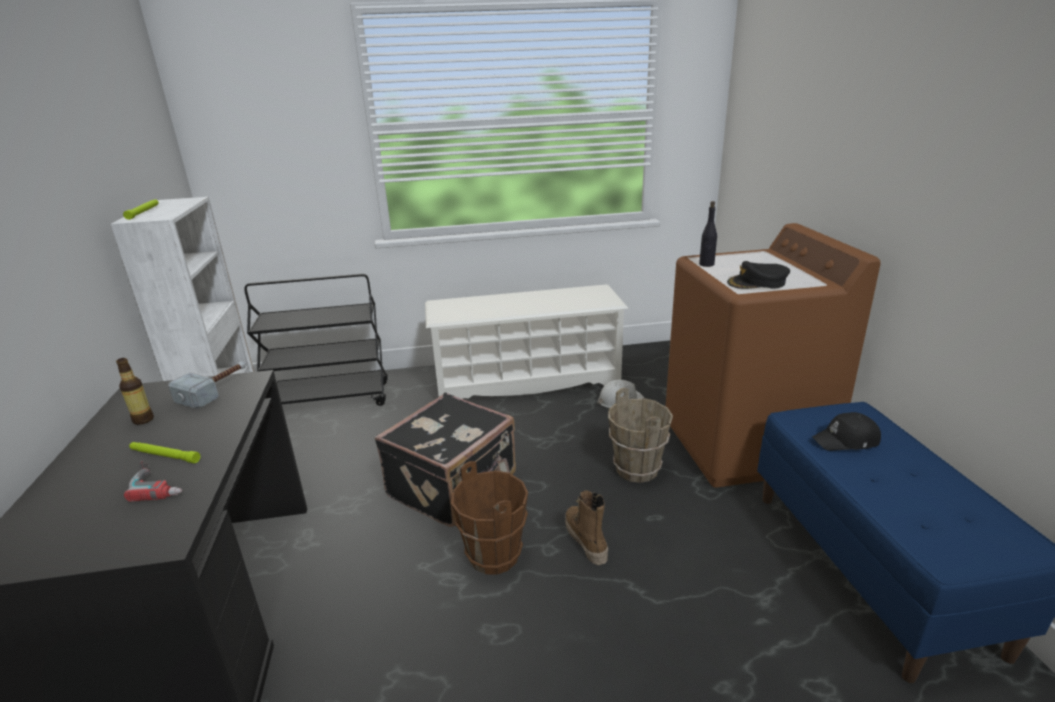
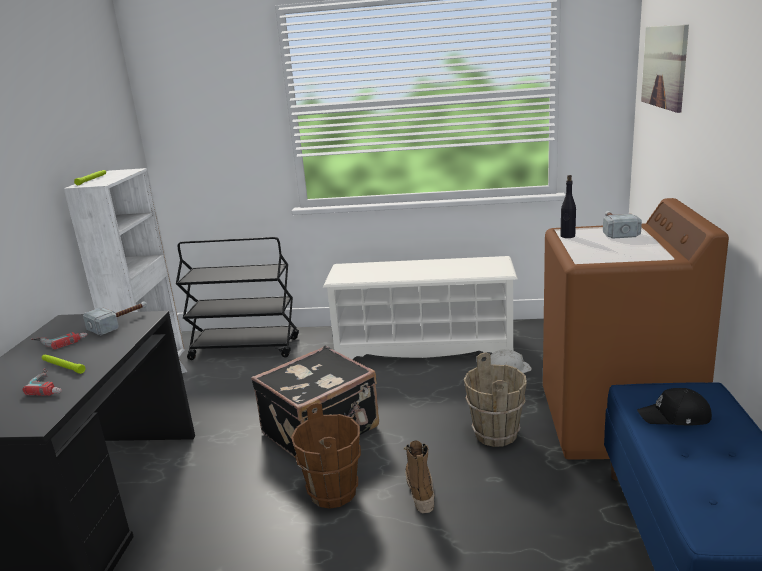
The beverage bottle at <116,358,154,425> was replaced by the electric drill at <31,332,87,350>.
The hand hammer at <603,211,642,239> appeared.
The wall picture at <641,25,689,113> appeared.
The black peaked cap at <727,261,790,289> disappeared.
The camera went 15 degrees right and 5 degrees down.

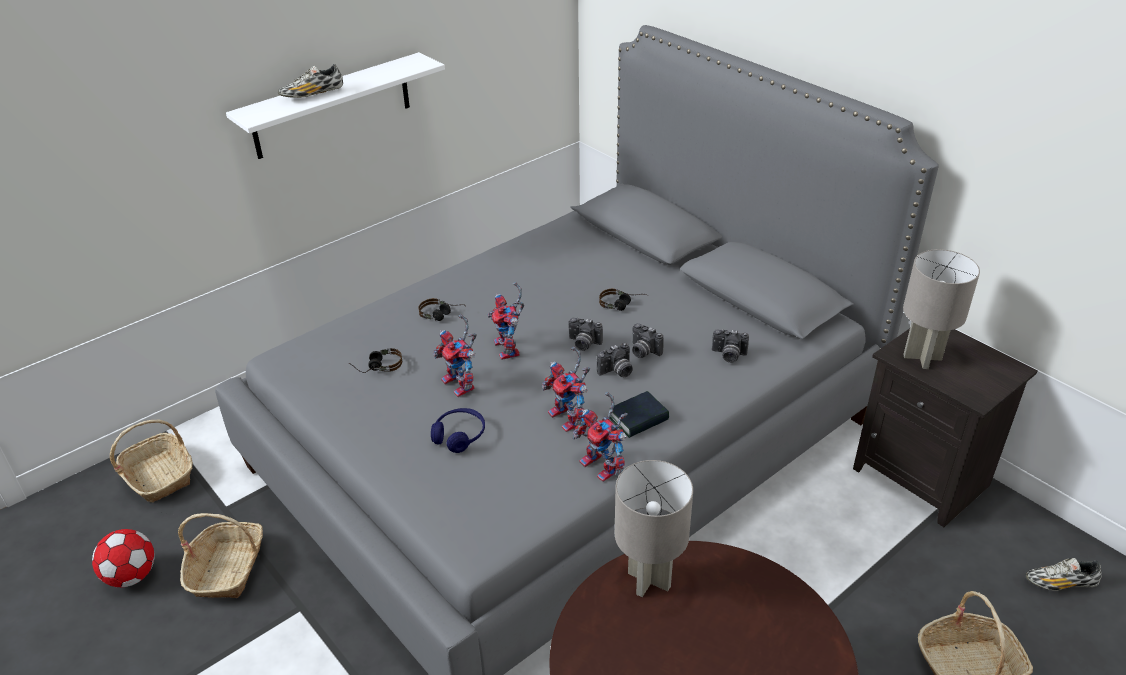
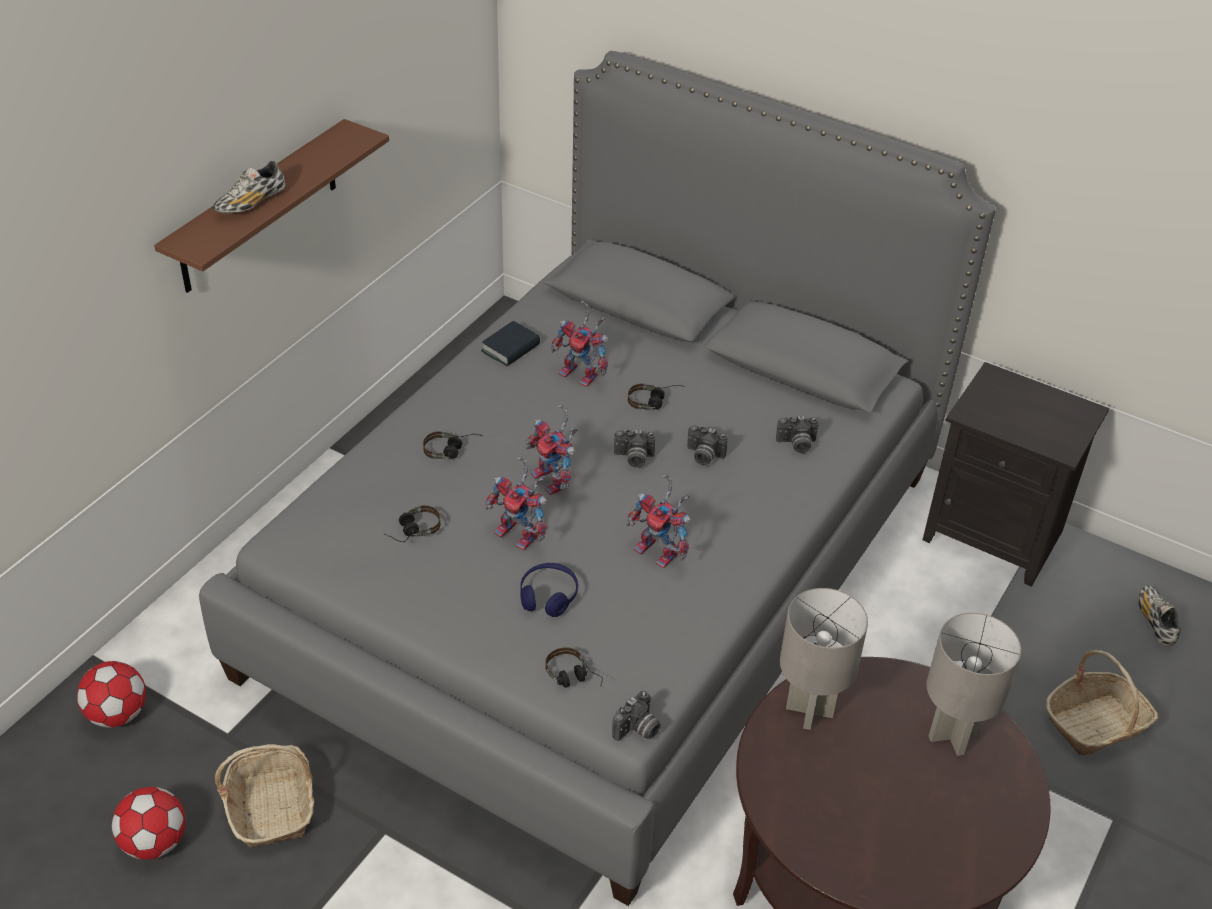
The household basket at <110,419,193,502> was replaced by the football ball at <77,661,146,728>.
The white-coloured wall shelf at <226,52,445,159> became the brown wall shelf at <154,119,389,293>.
The volume moved from <610,391,669,438> to <481,321,540,366>.
The pair of headphones at <546,647,603,688> appeared.
The robot figure moved from <573,392,628,482> to <551,300,608,387>.
The still camera moved from <597,343,633,377> to <612,691,661,741>.
The grey table lamp moved from <903,249,980,369> to <927,613,1021,756>.
The shoe at <1026,558,1102,591> turned 105 degrees clockwise.
The camera went 20 degrees left and 5 degrees up.

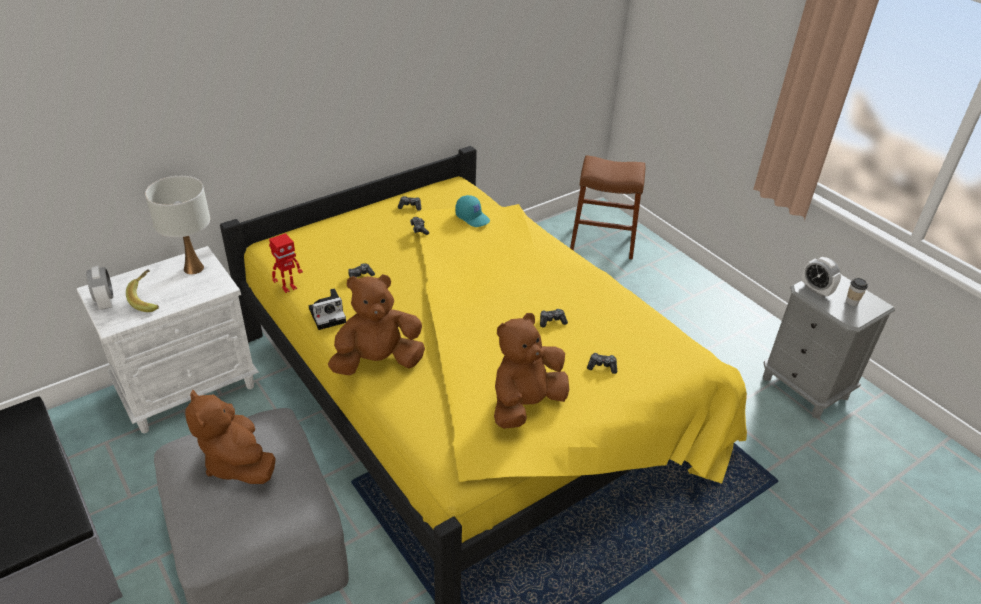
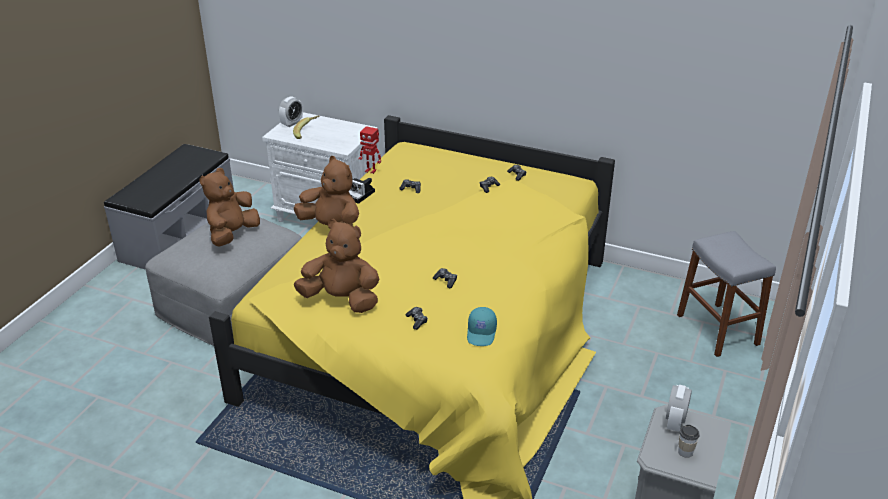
The turquoise peaked cap moved from <455,195,490,227> to <467,307,497,346>.
The brown stool seat at <570,155,645,260> became the grey stool seat at <677,231,776,357>.
The white-coloured table lamp at <145,176,210,274> disappeared.
The camera went 60 degrees right and 5 degrees down.

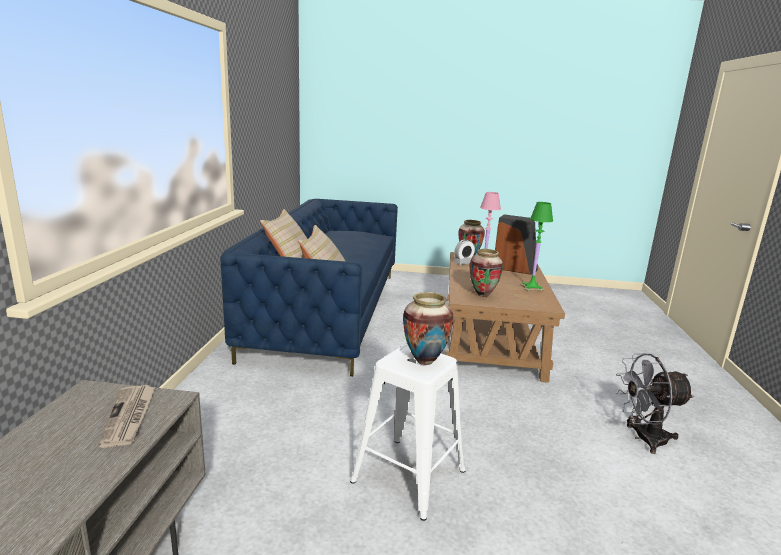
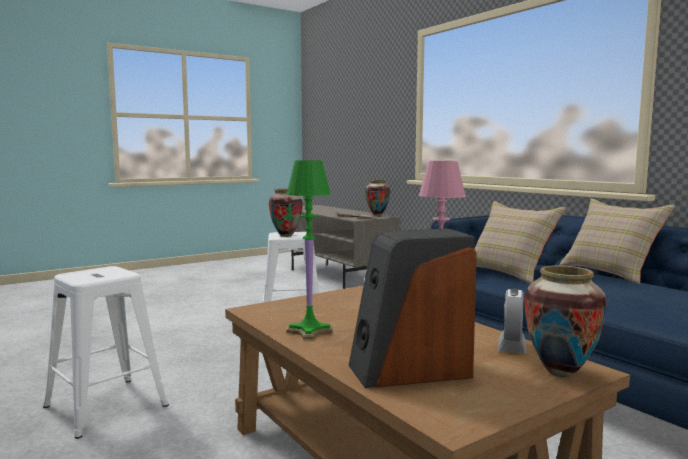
The grey cooling fan at <616,353,695,454> was replaced by the white-coloured stool seat at <43,266,169,439>.
The flower vase moved from <470,249,503,297> to <365,180,391,216>.
The camera went 140 degrees right and 10 degrees down.

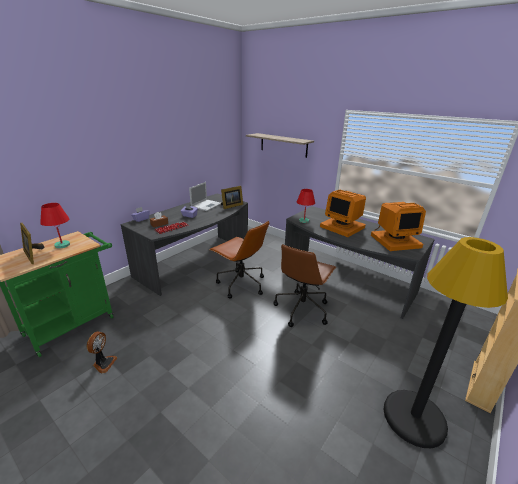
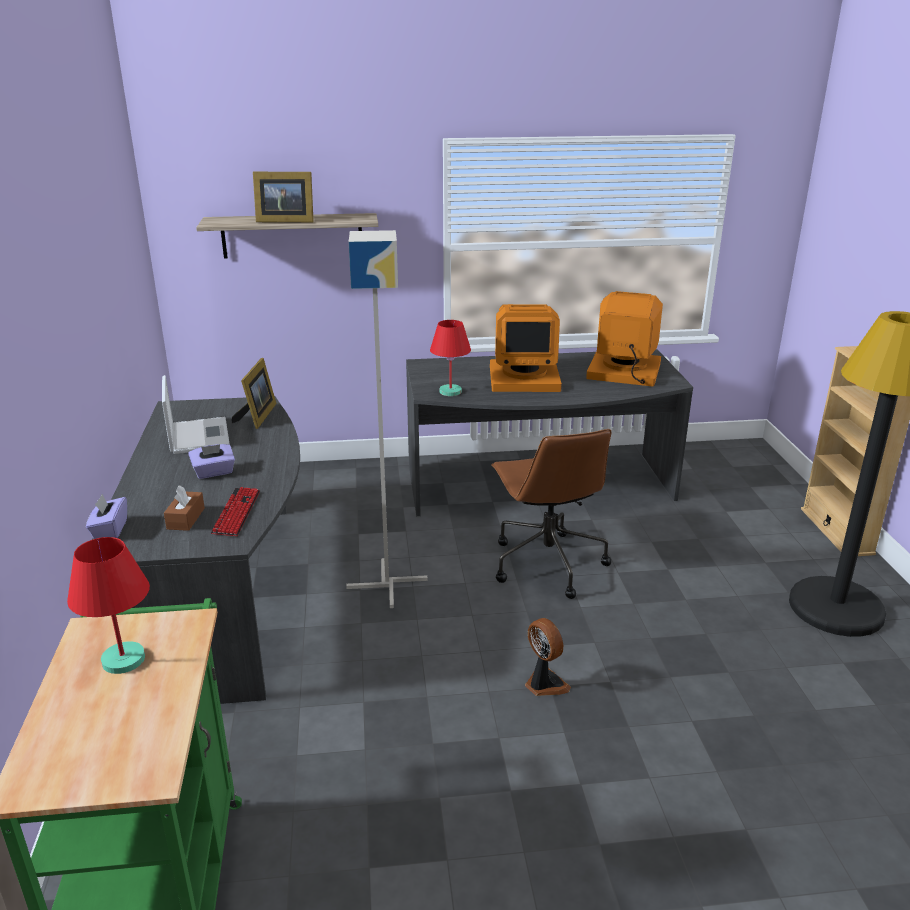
The photo frame moved from <20,223,44,264> to <253,172,314,222>.
The brown office chair at <209,221,269,299> was replaced by the grey standard lamp at <346,230,428,608>.
The cooling fan moved from <87,332,117,374> to <525,618,571,696>.
The computer screen at <371,202,426,251> turned 105 degrees counterclockwise.
The camera went 45 degrees left and 0 degrees up.

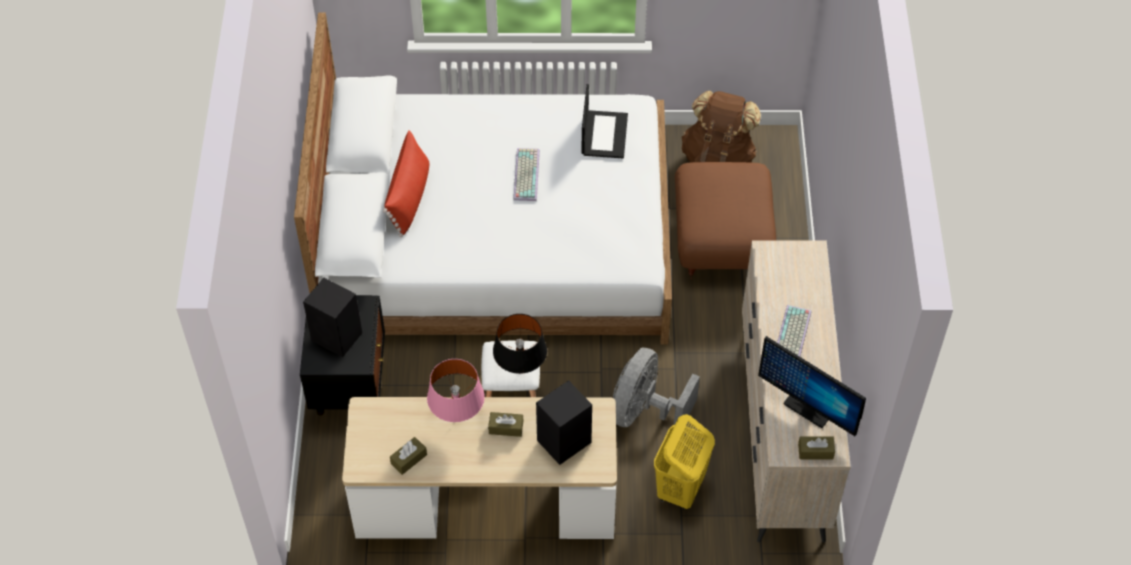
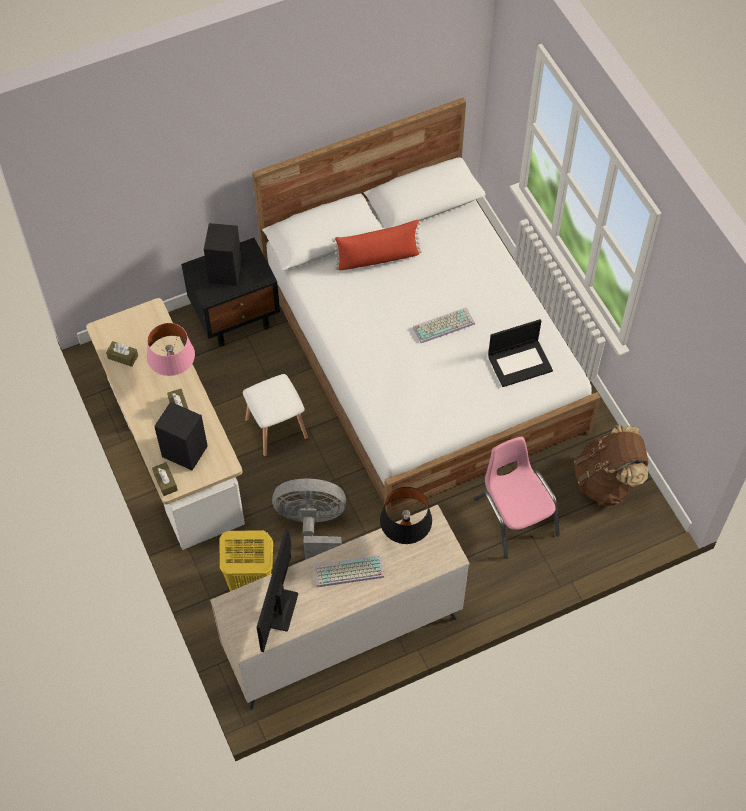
The brown box of tissues moved from <798,436,835,459> to <152,462,178,496>.
The black table lamp moved from <493,314,547,374> to <380,487,432,544>.
The brown ottoman at <675,162,776,280> was replaced by the pink-coloured upright chair at <474,437,560,559>.
The camera went 65 degrees right and 5 degrees up.

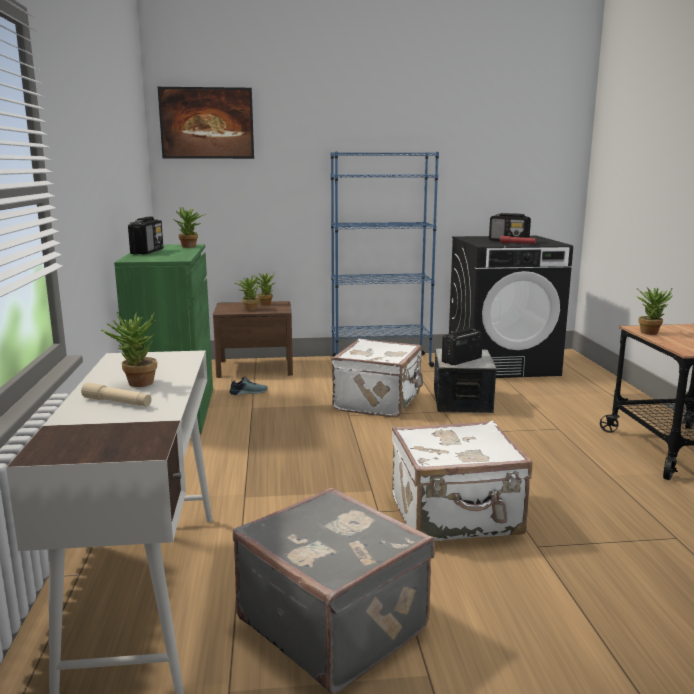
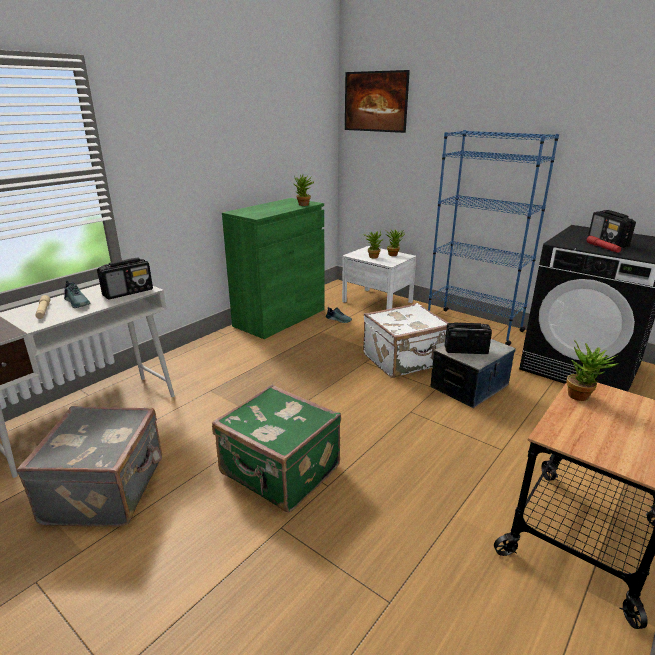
The plant in a pot at <101,311,157,387> was replaced by the shoe at <64,280,90,308>.
The radio set moved from <128,216,163,255> to <97,258,153,299>.
The white-coloured piece of luggage at <392,420,533,541> became the green-coloured piece of luggage at <212,385,341,513>.
The brown night table at <213,301,293,378> became the white-coloured night table at <342,246,416,309>.
The camera went 45 degrees right and 10 degrees up.

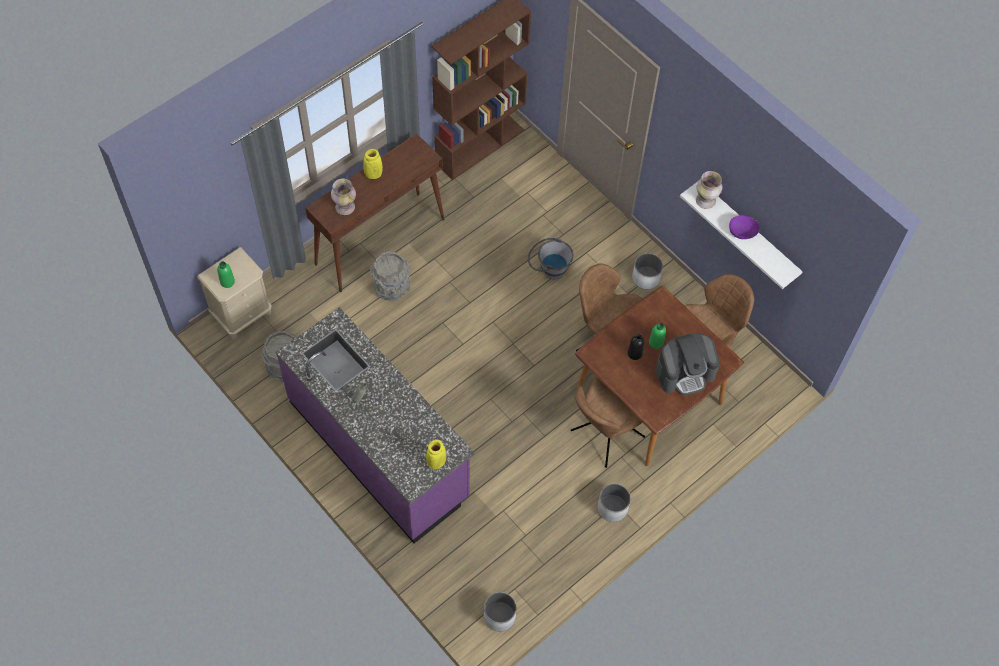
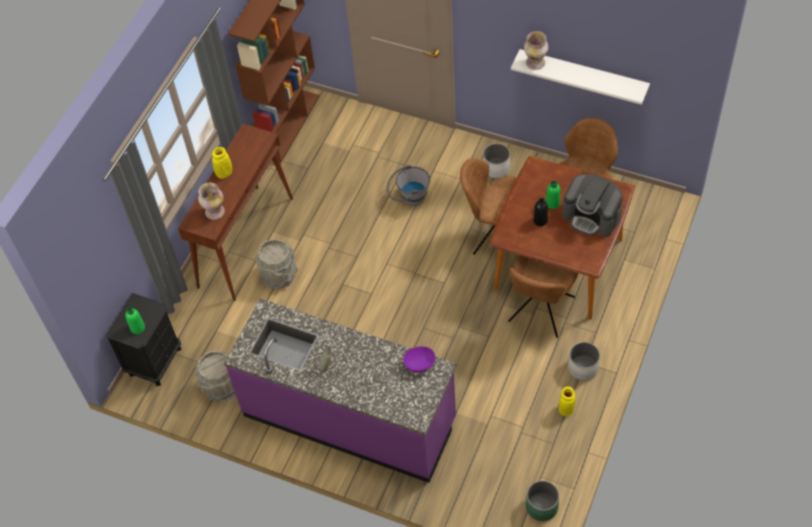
The beige-coloured night table at <197,247,272,339> became the black night table at <106,293,181,386>.
The purplish serving bowl moved from <729,215,760,239> to <404,346,435,373>.
The white-coloured planter at <484,592,516,631> became the green-coloured planter at <526,481,559,521>.
The yellow flower vase moved from <426,440,446,469> to <559,387,575,416>.
The coffee brewer at <655,333,720,395> turned 75 degrees clockwise.
The camera went 20 degrees left and 5 degrees down.

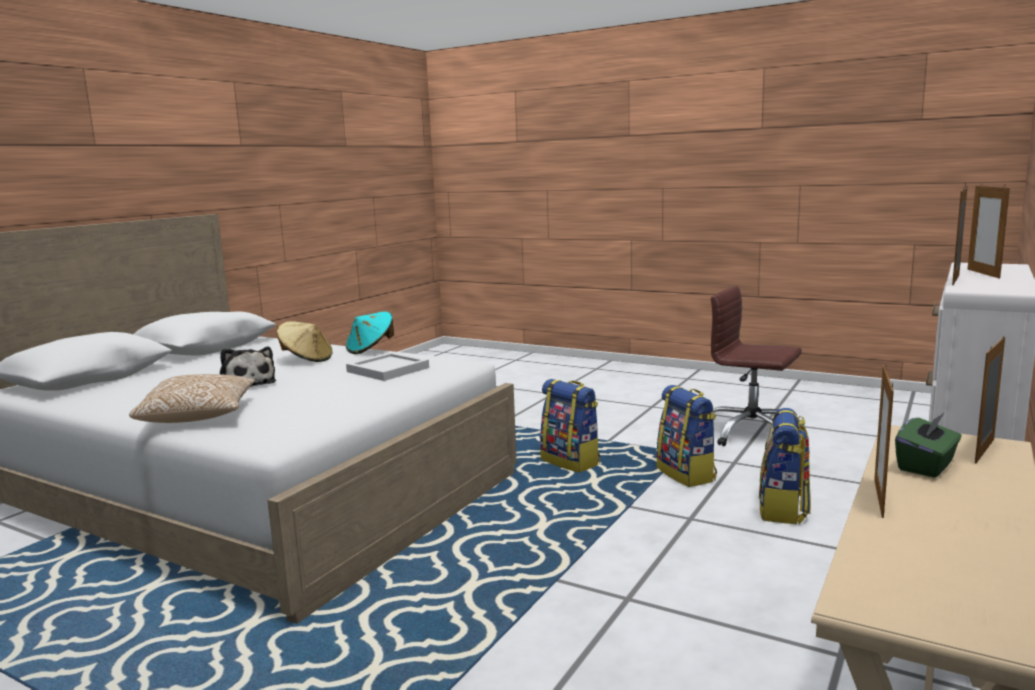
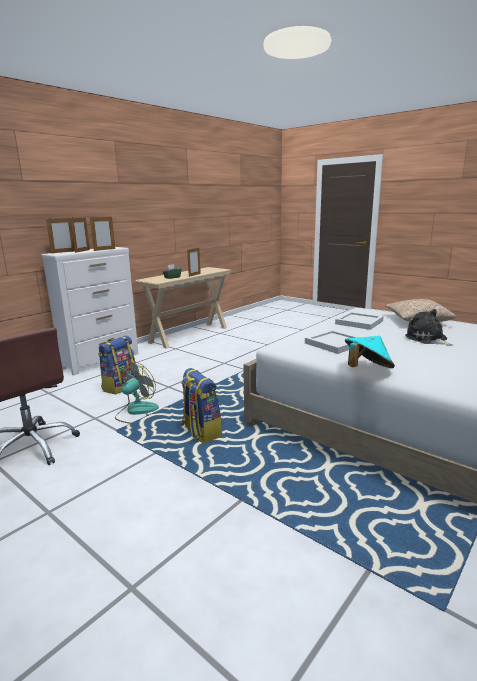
The photo frame moved from <975,335,1005,464> to <46,217,75,253>.
The backpack at <657,385,717,487> was replaced by the cooling fan at <115,362,159,424>.
The white-coloured tray at <335,312,384,330> appeared.
The beige-coloured wearable hat at <277,321,332,362> disappeared.
The camera went 170 degrees left and 5 degrees up.

